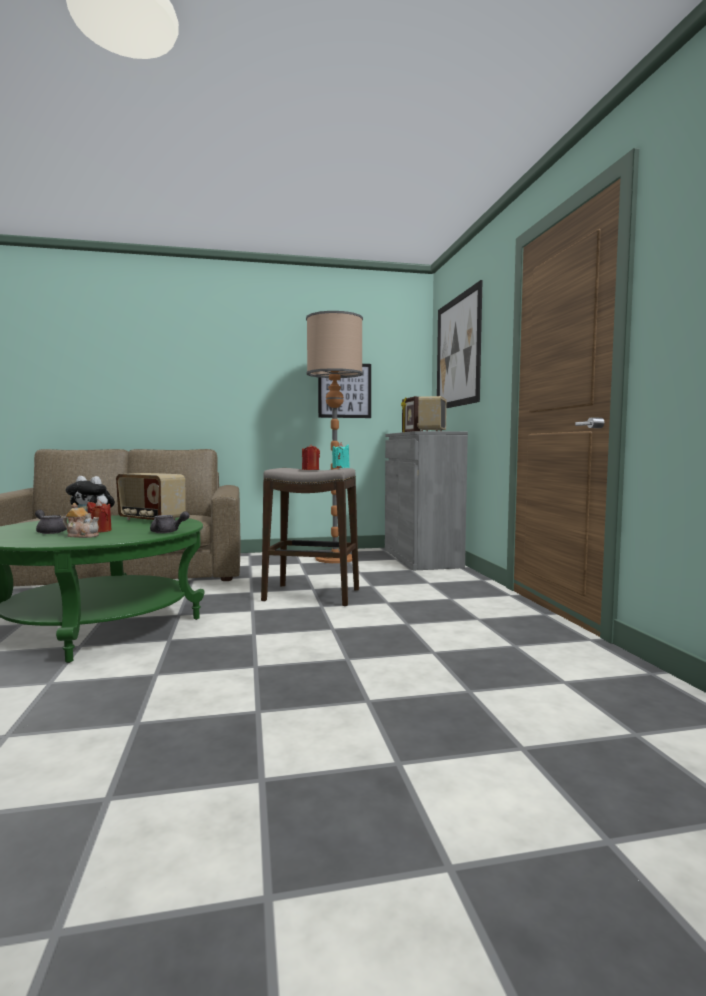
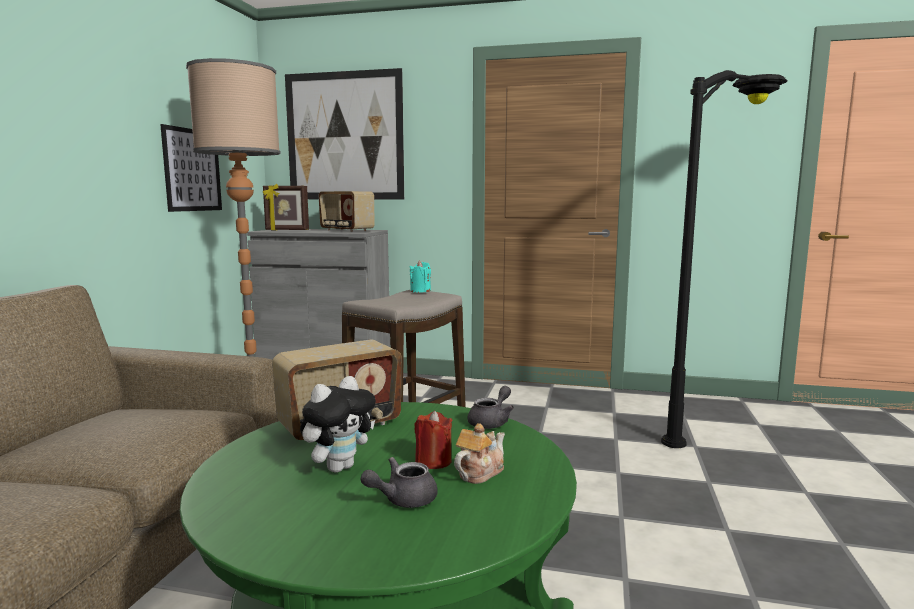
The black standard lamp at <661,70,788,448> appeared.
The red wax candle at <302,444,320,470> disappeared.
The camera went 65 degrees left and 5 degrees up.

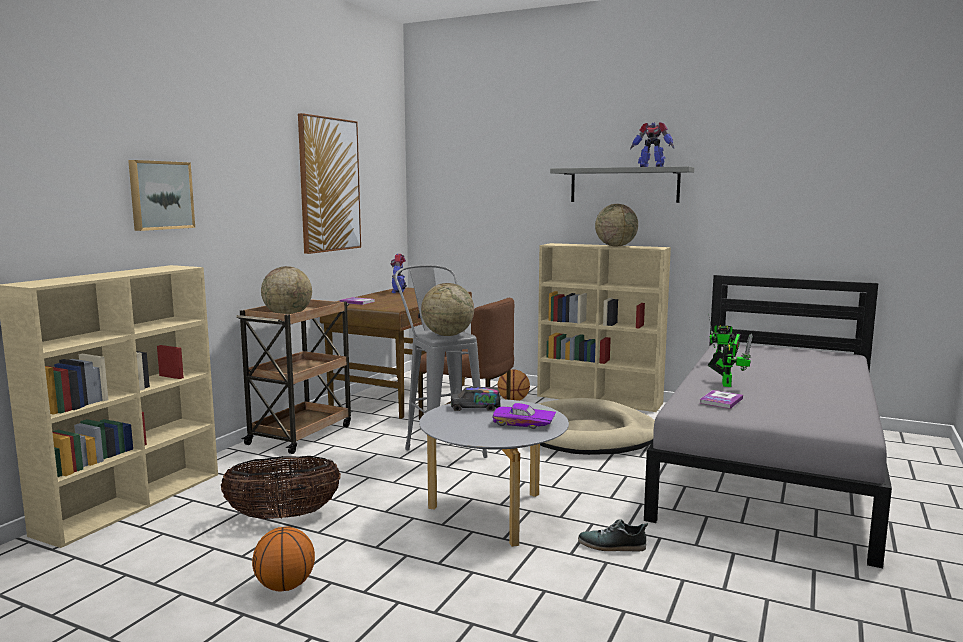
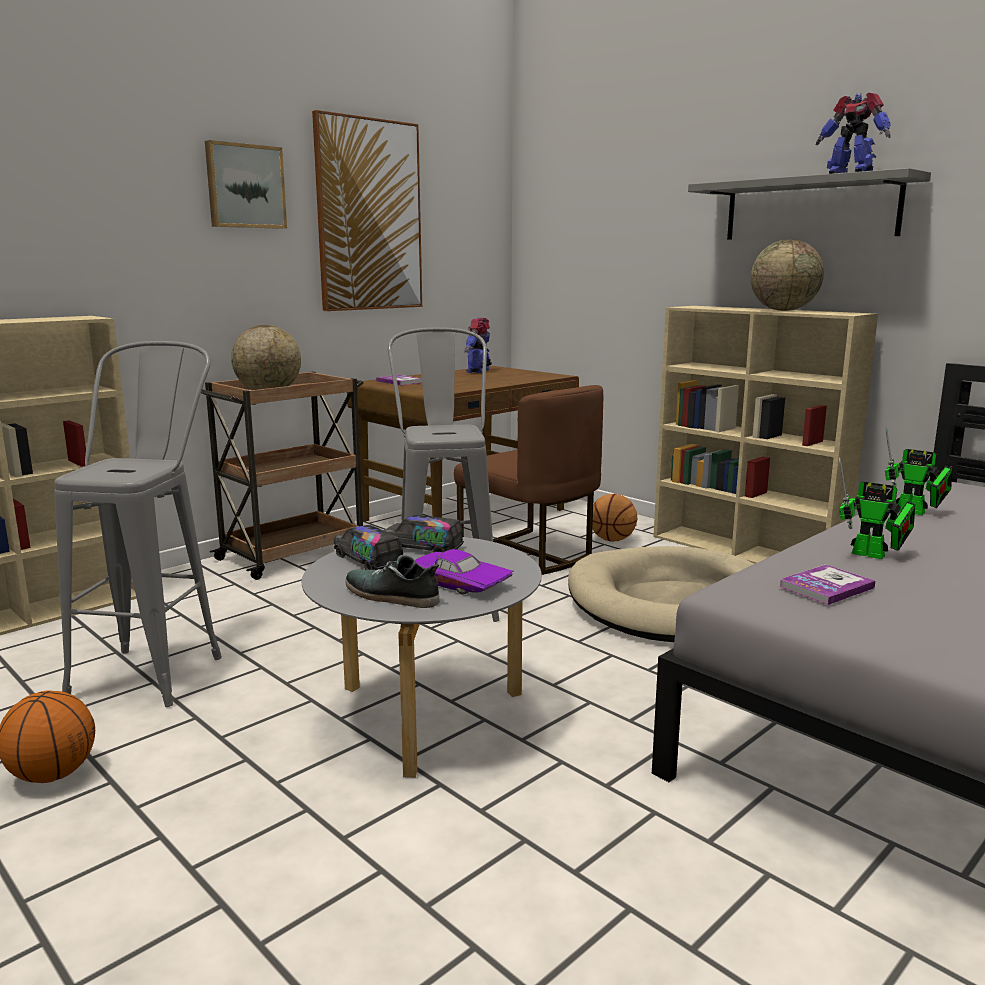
The household basket at <221,456,341,519> was replaced by the grey stool seat at <54,341,222,707>.
The wall picture moved from <128,160,195,231> to <205,140,287,229>.
The model truck at <334,525,403,570> appeared.
The shoe moved from <578,519,648,551> to <346,555,439,608>.
The robot figure at <708,333,753,387> turned 90 degrees clockwise.
The world globe at <421,283,474,336> disappeared.
The camera went 20 degrees right and 5 degrees up.

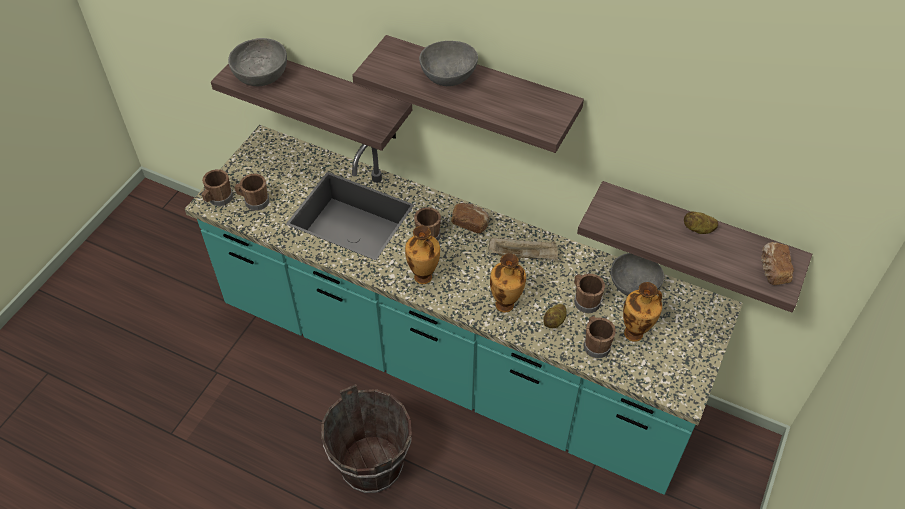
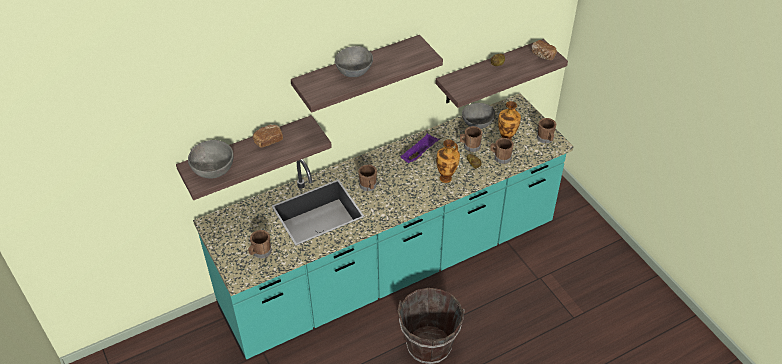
The bread moved from <451,203,489,233> to <253,124,283,148>.
The beige-coloured tray at <488,237,558,260> became the purplish tray at <401,134,440,163>.
The brown coffee mug moved from <201,169,233,206> to <537,118,556,143>.
The flower vase at <405,225,440,284> disappeared.
The camera went 55 degrees left and 5 degrees down.

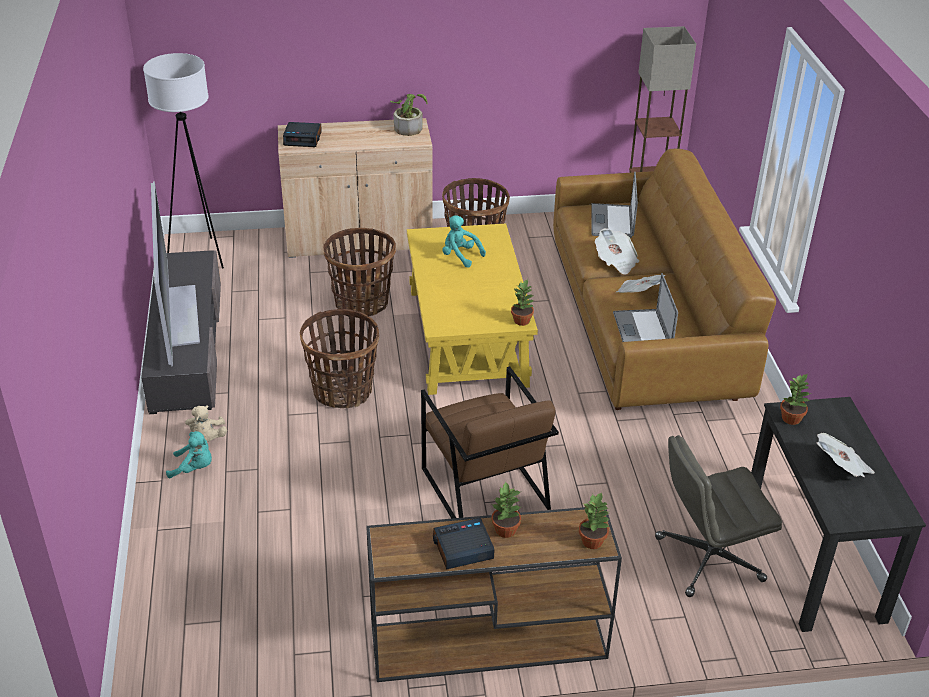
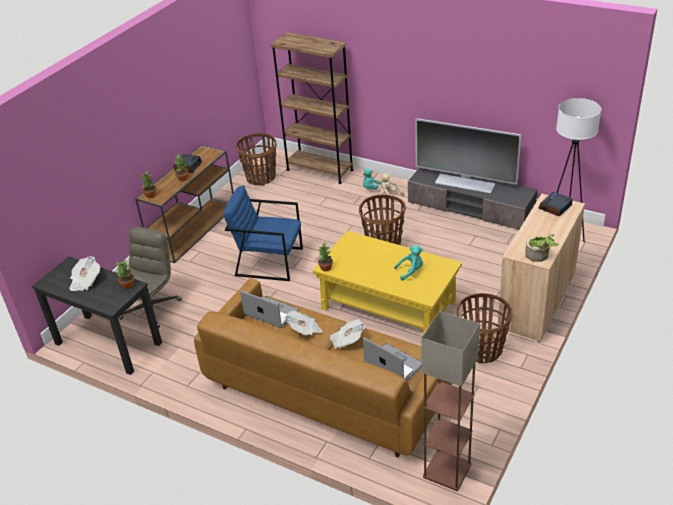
The brown easy chair at <421,366,559,519> became the bluish easy chair at <223,186,303,281>.
The household basket moved from <324,228,396,318> to <236,133,277,185>.
The brown shelving unit at <270,32,354,184> appeared.
The camera went 130 degrees right and 0 degrees up.

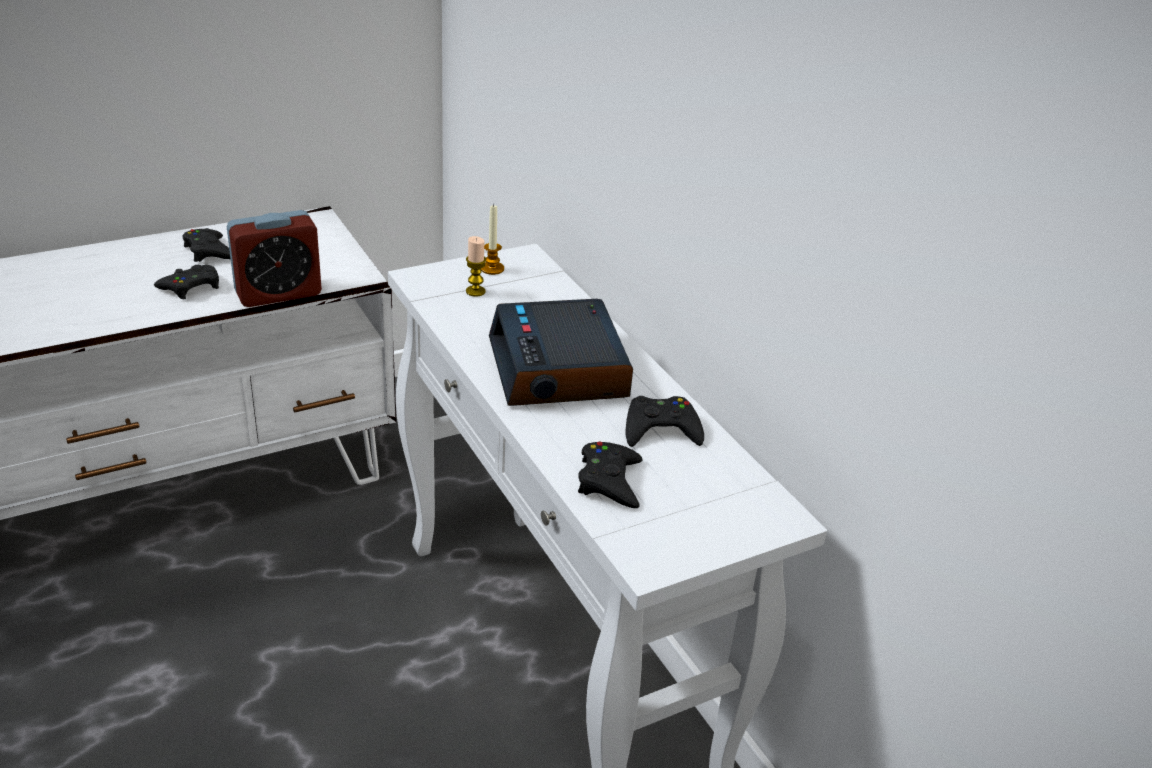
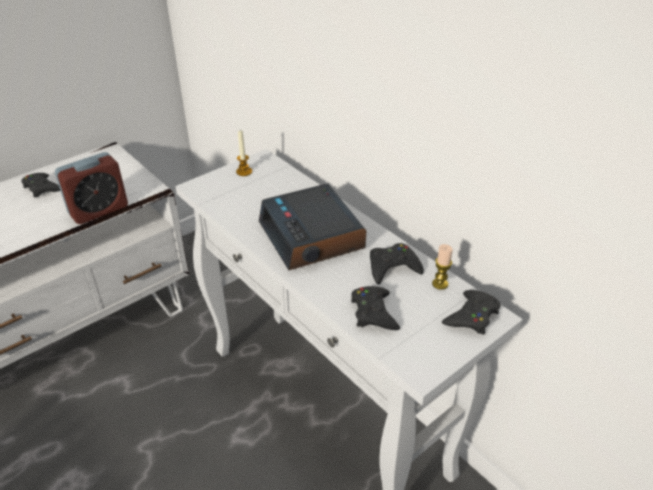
The wax candle moved from <466,236,486,297> to <432,244,453,290>.
The black gamepad moved from <154,265,219,300> to <442,290,500,335>.
The camera went 10 degrees left and 5 degrees up.

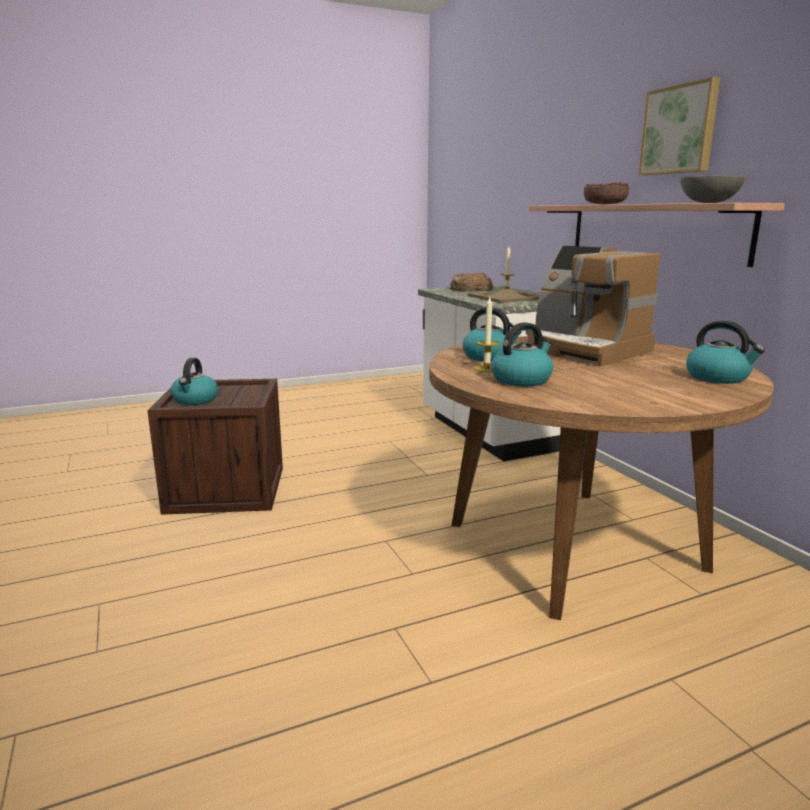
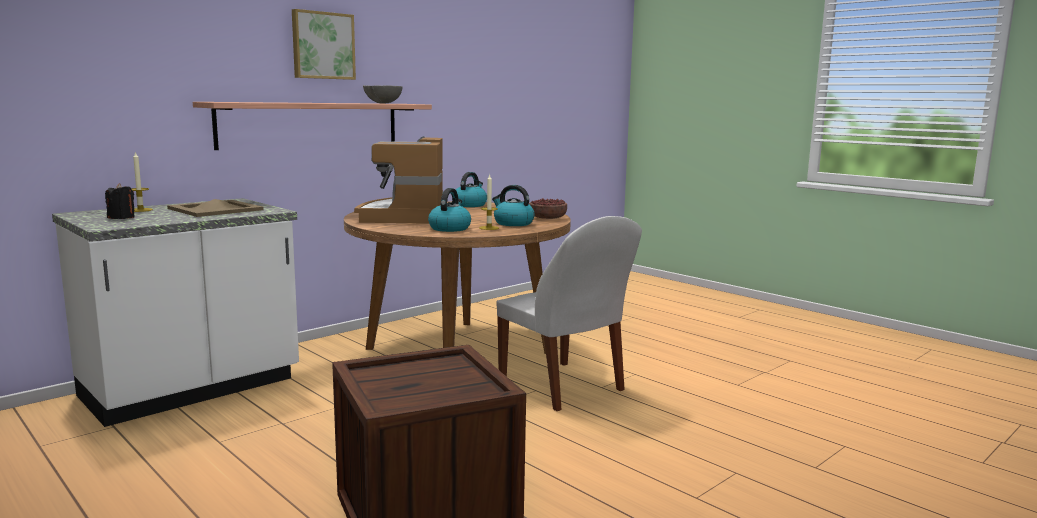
The bread at <450,273,494,292> was replaced by the black wax candle at <105,183,135,219>.
The coffee brewer at <526,246,660,367> turned 150 degrees clockwise.
The white-coloured upright chair at <496,216,642,411> appeared.
The serving bowl moved from <584,182,629,205> to <529,198,567,219>.
The tea kettle at <171,358,218,405> disappeared.
The camera went 110 degrees left and 5 degrees down.

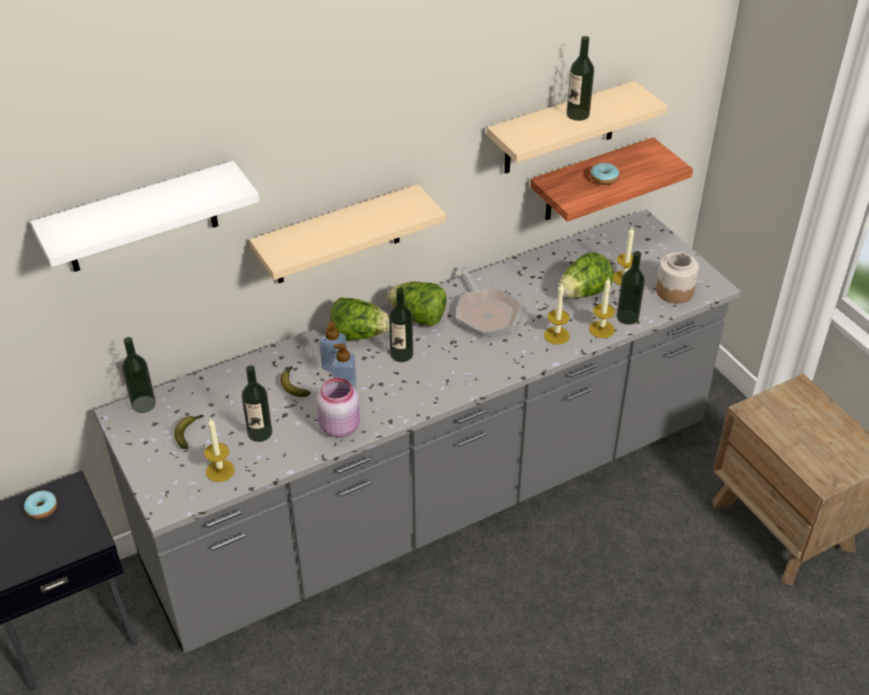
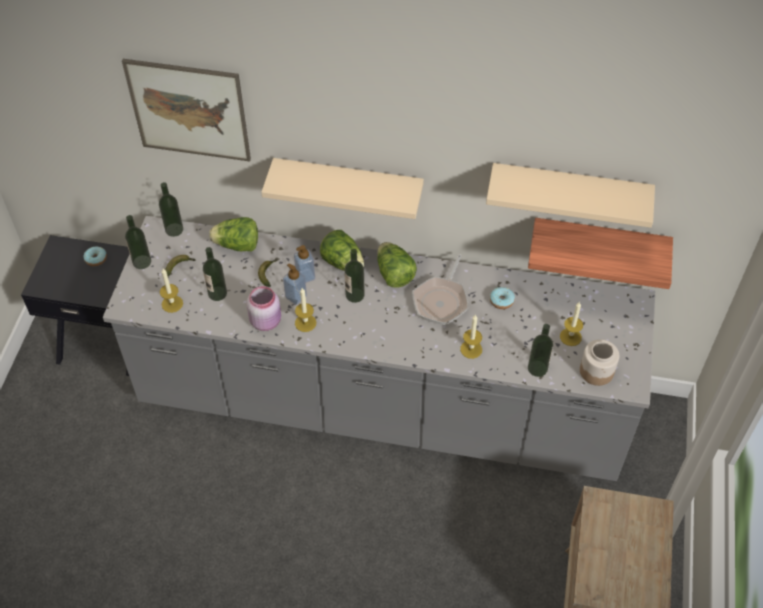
The white-coloured wall shelf at <30,161,259,272> was replaced by the wall picture at <122,59,251,161>.
The beverage bottle moved from <566,36,594,121> to <125,215,151,269>.
The lettuce head moved from <558,252,614,298> to <209,217,258,251>.
The wax candle moved from <589,277,615,338> to <295,288,316,332>.
The ring doughnut moved from <590,163,619,185> to <490,287,515,309>.
The camera went 40 degrees right and 10 degrees up.

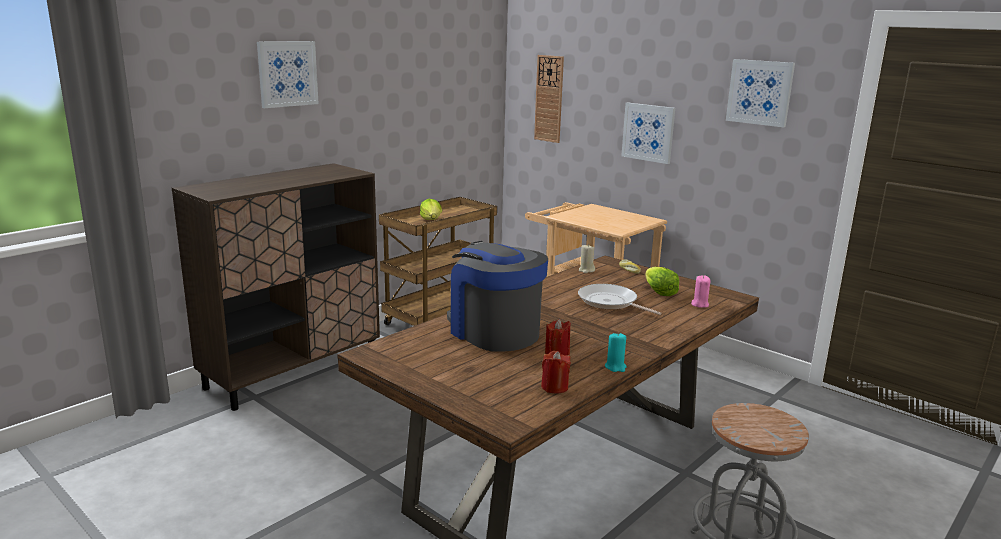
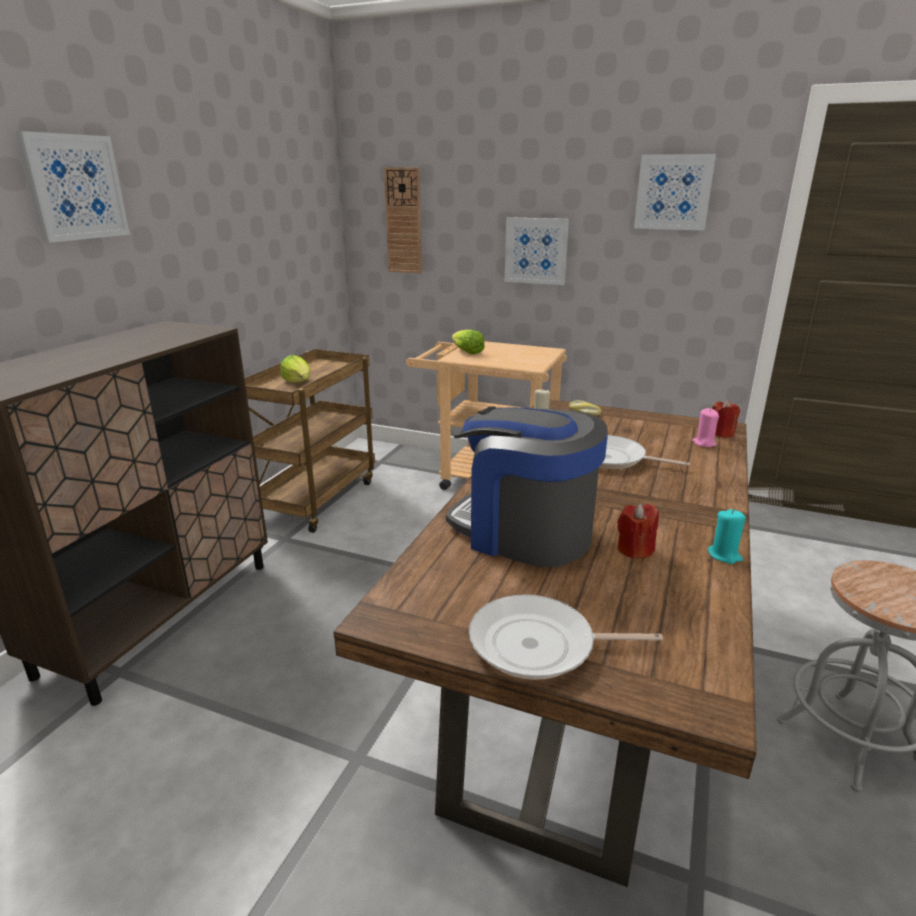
The lettuce head moved from <646,267,679,296> to <452,330,485,354>.
The frying pan at <469,594,663,680> appeared.
The red wax candle moved from <541,351,571,394> to <712,400,740,438>.
The camera went 20 degrees left and 5 degrees up.

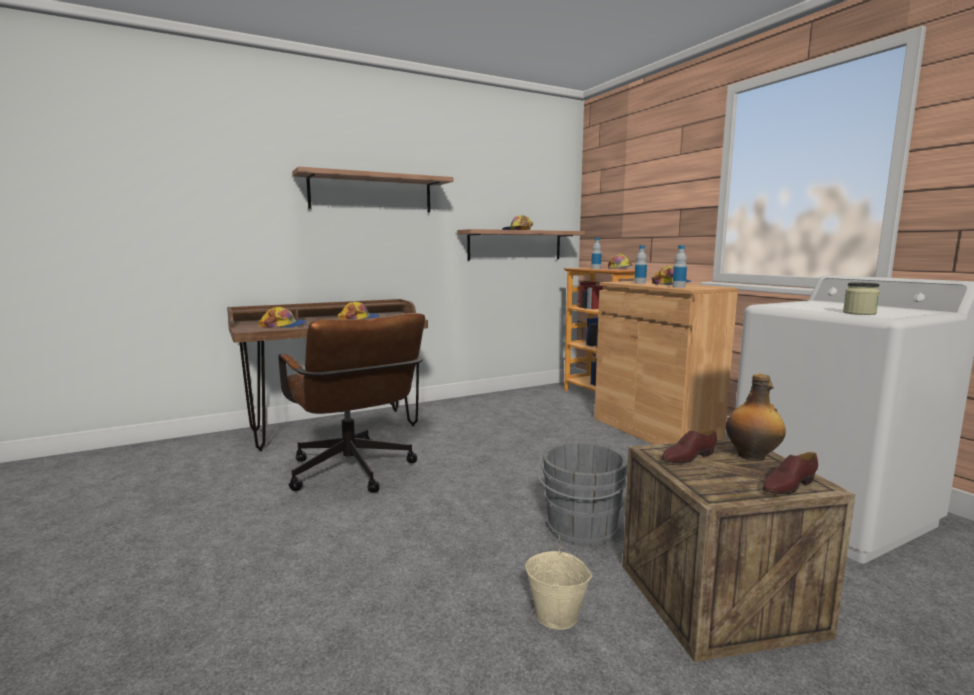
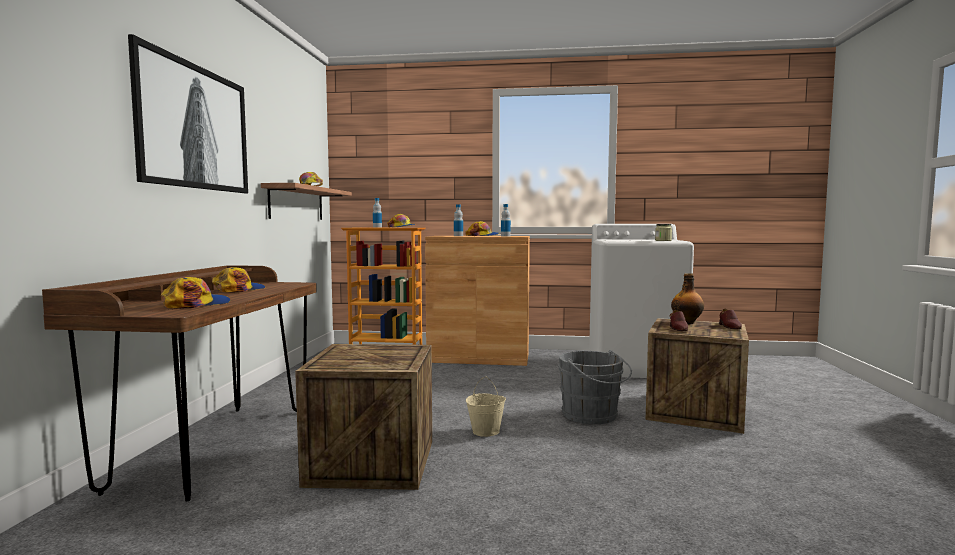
The wall shelf at <292,167,453,212> was replaced by the wall picture at <128,34,248,193>.
The brown office chair at <279,313,425,493> was replaced by the packing crate at <295,344,432,490>.
The beige-coloured water bucket moved from <525,535,592,630> to <466,376,506,437>.
The camera went 55 degrees left and 5 degrees down.

